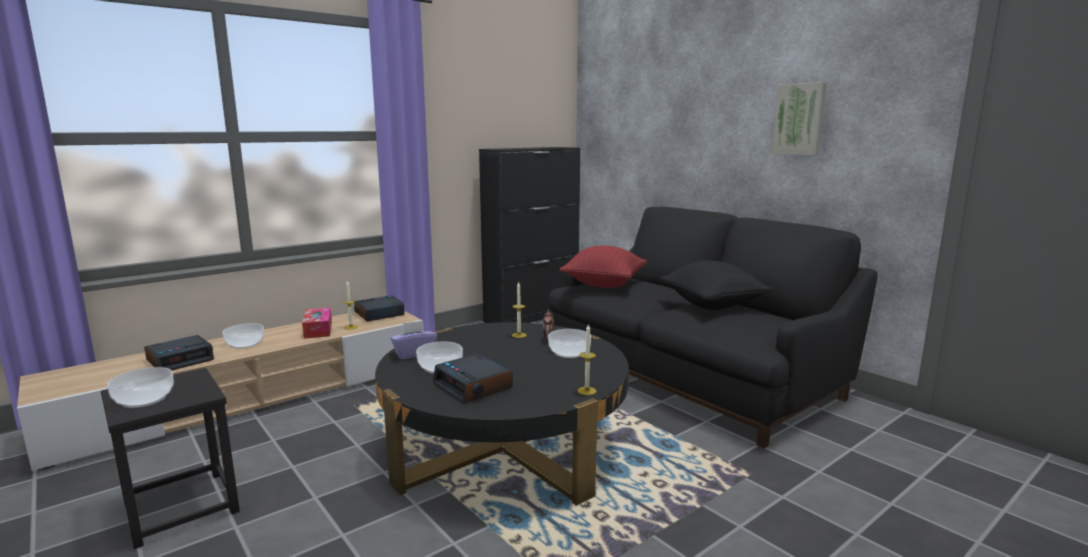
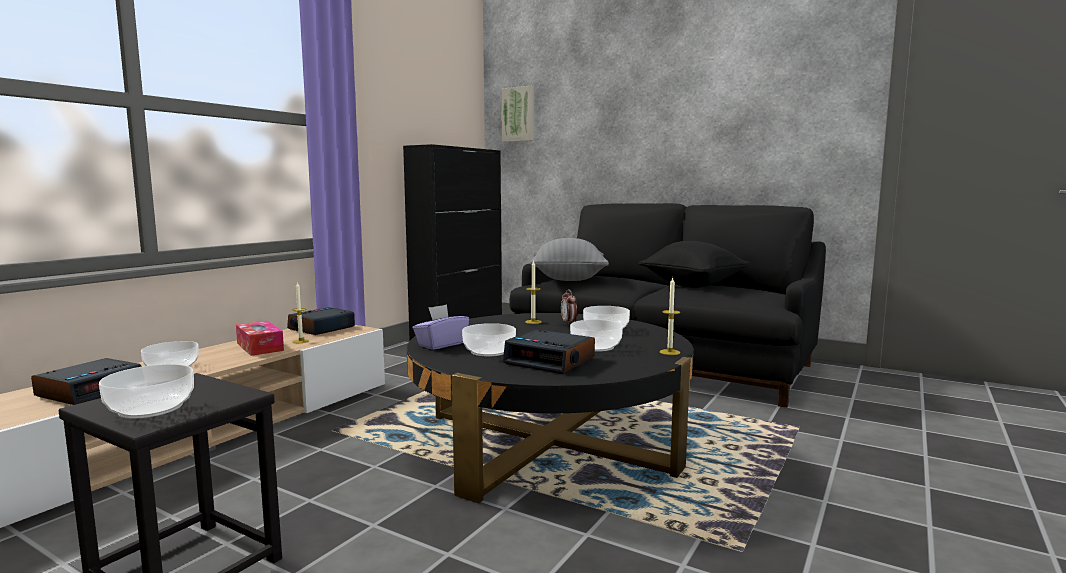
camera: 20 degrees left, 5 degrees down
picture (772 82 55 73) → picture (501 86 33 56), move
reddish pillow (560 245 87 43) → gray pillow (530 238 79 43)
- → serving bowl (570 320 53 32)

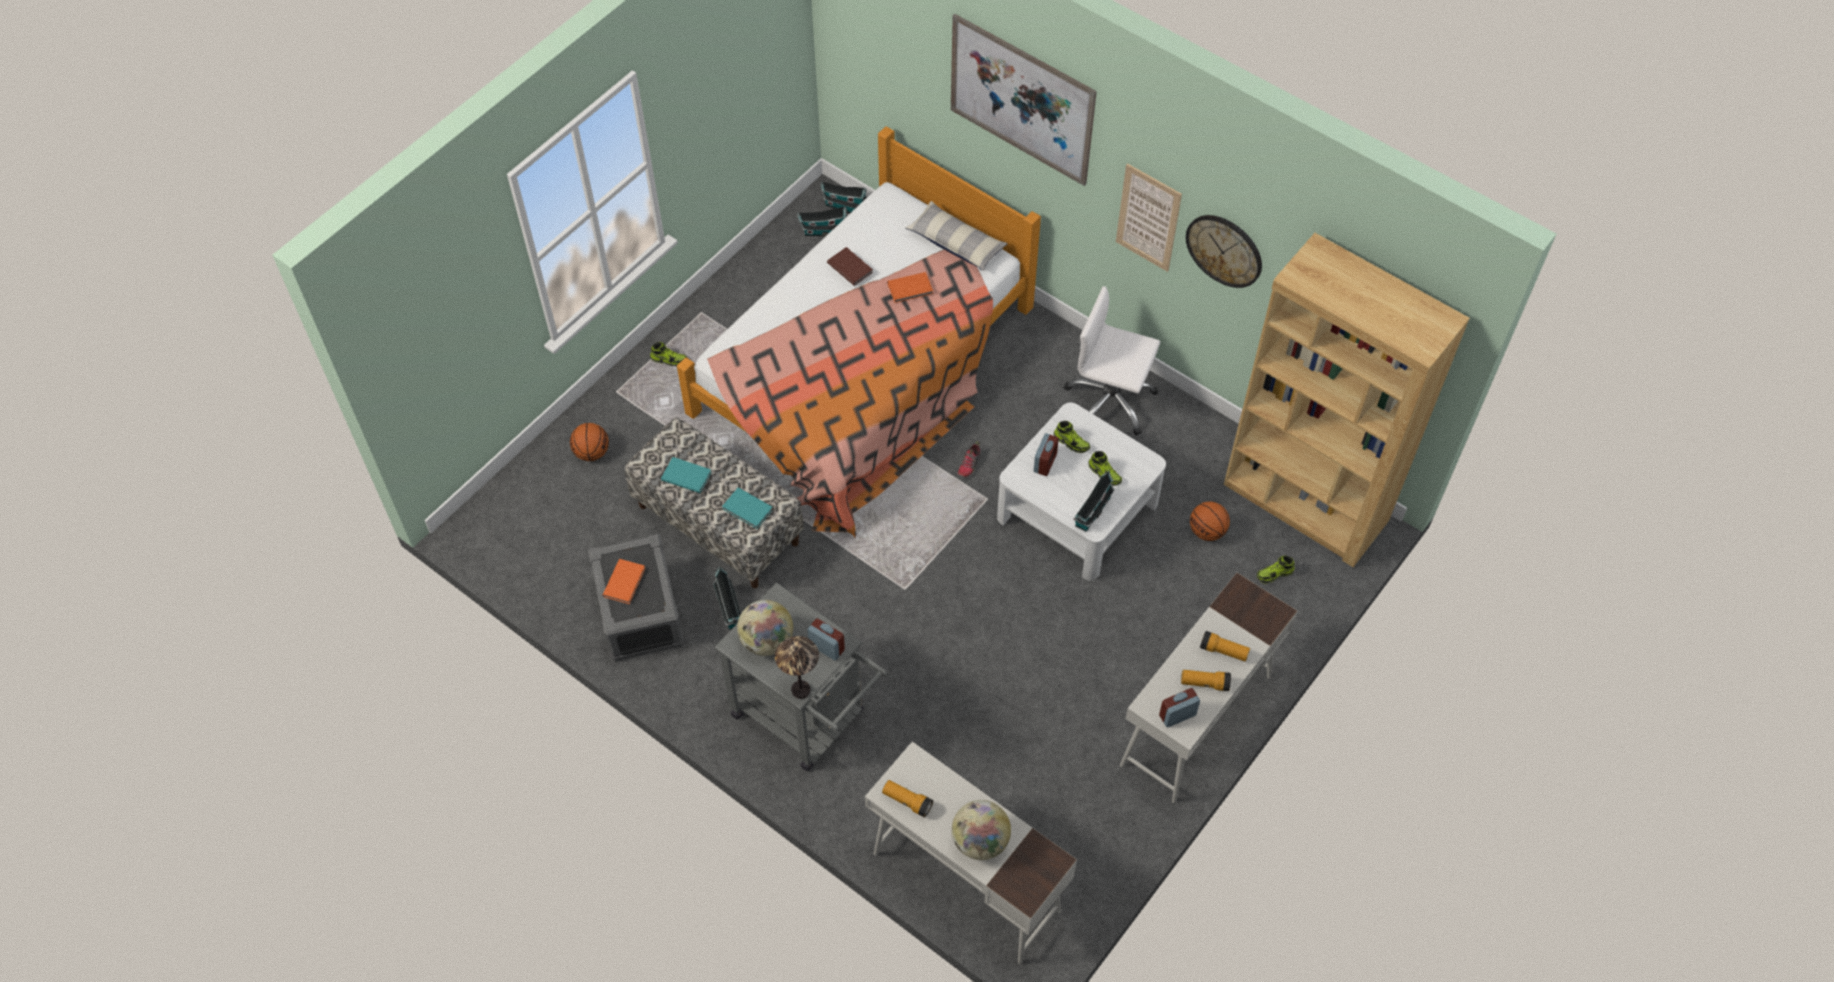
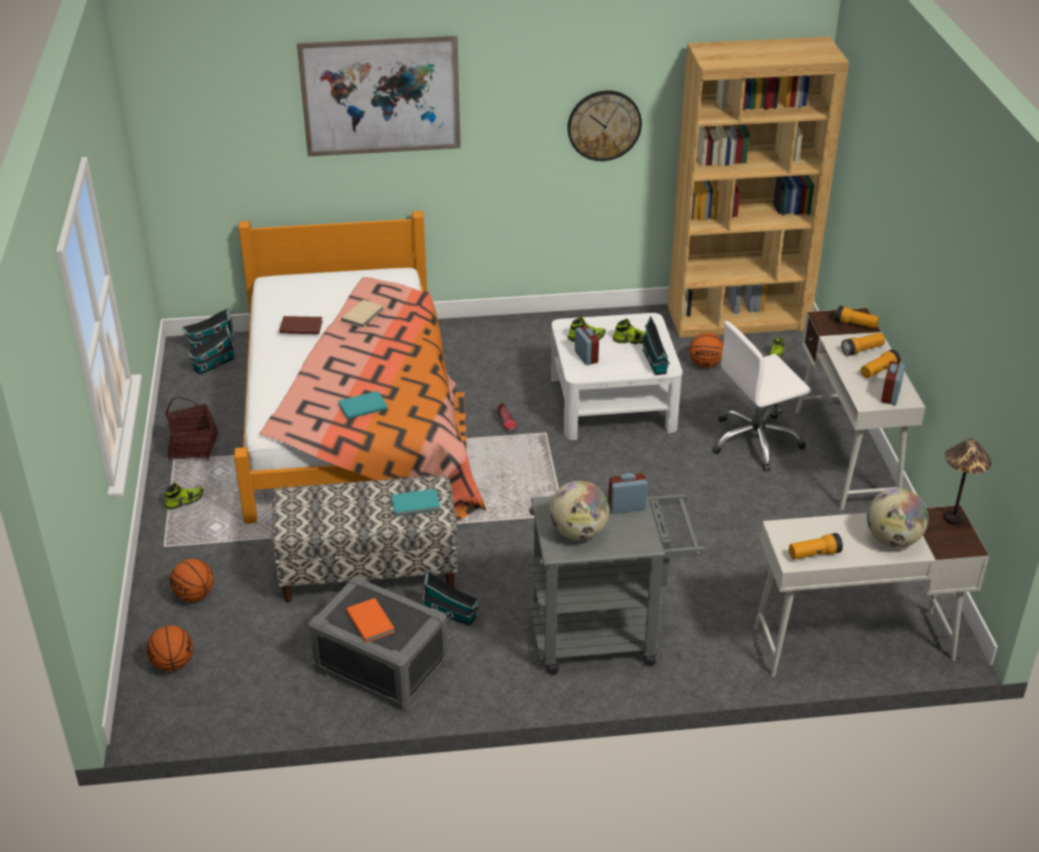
camera: 45 degrees left, 20 degrees down
picture (1116 163 66 109) → -
pillow (905 201 103 70) → -
orange bound book (887 272 46 31) → beige-coloured bound book (341 300 43 28)
white-coloured computer chair (1064 286 96 150) → white-coloured computer chair (712 321 99 150), move
turquoise-coloured bound book (661 457 51 36) → turquoise-coloured bound book (338 391 50 28), move
lamp for a table (775 636 44 63) → lamp for a table (944 439 48 86), move
- → hand torch (835 306 44 23)
- → storage basket (165 397 53 64)
- → basketball (147 626 46 45)

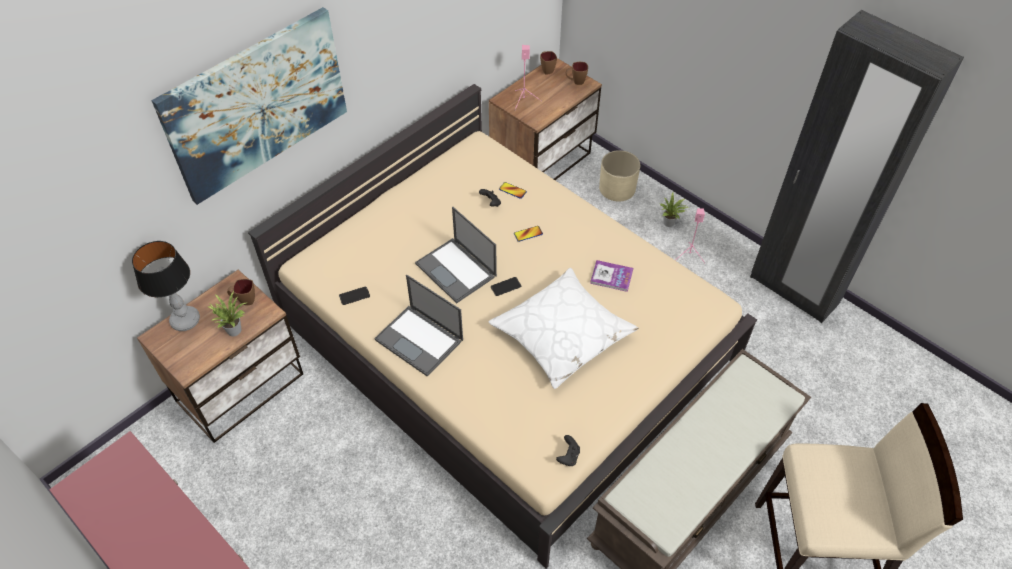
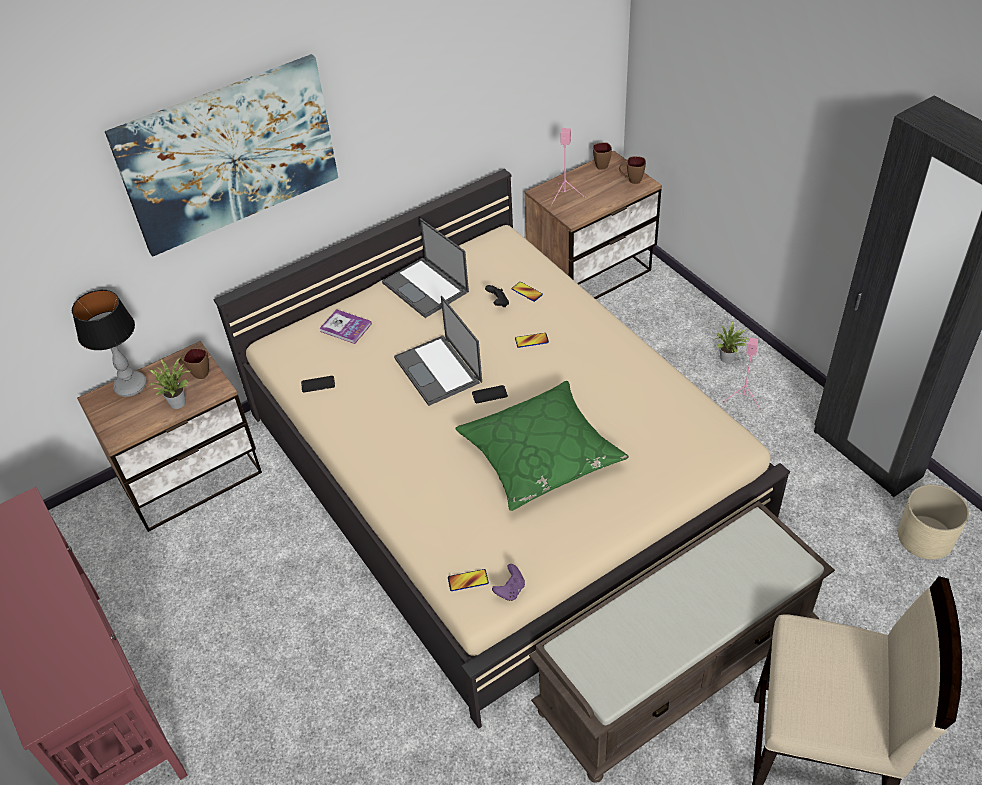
camera: 15 degrees right, 5 degrees down
beige-coloured plant pot (599 150 41 51) → beige-coloured plant pot (898 484 71 76), move
bound book (590 260 43 32) → bound book (319 309 53 35), move
white-coloured pillow (489 268 150 121) → green-coloured pillow (455 381 174 130)
laptop (374 274 89 103) → laptop (382 218 87 100), move
black-coloured gamepad (556 435 24 31) → purple-coloured gamepad (492 564 33 37)
- → handset (448 569 41 22)

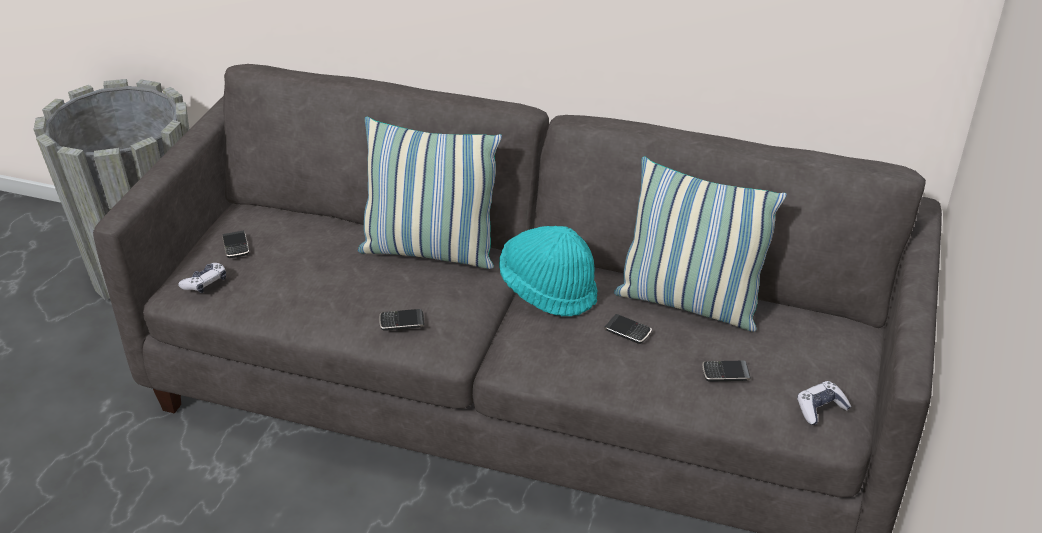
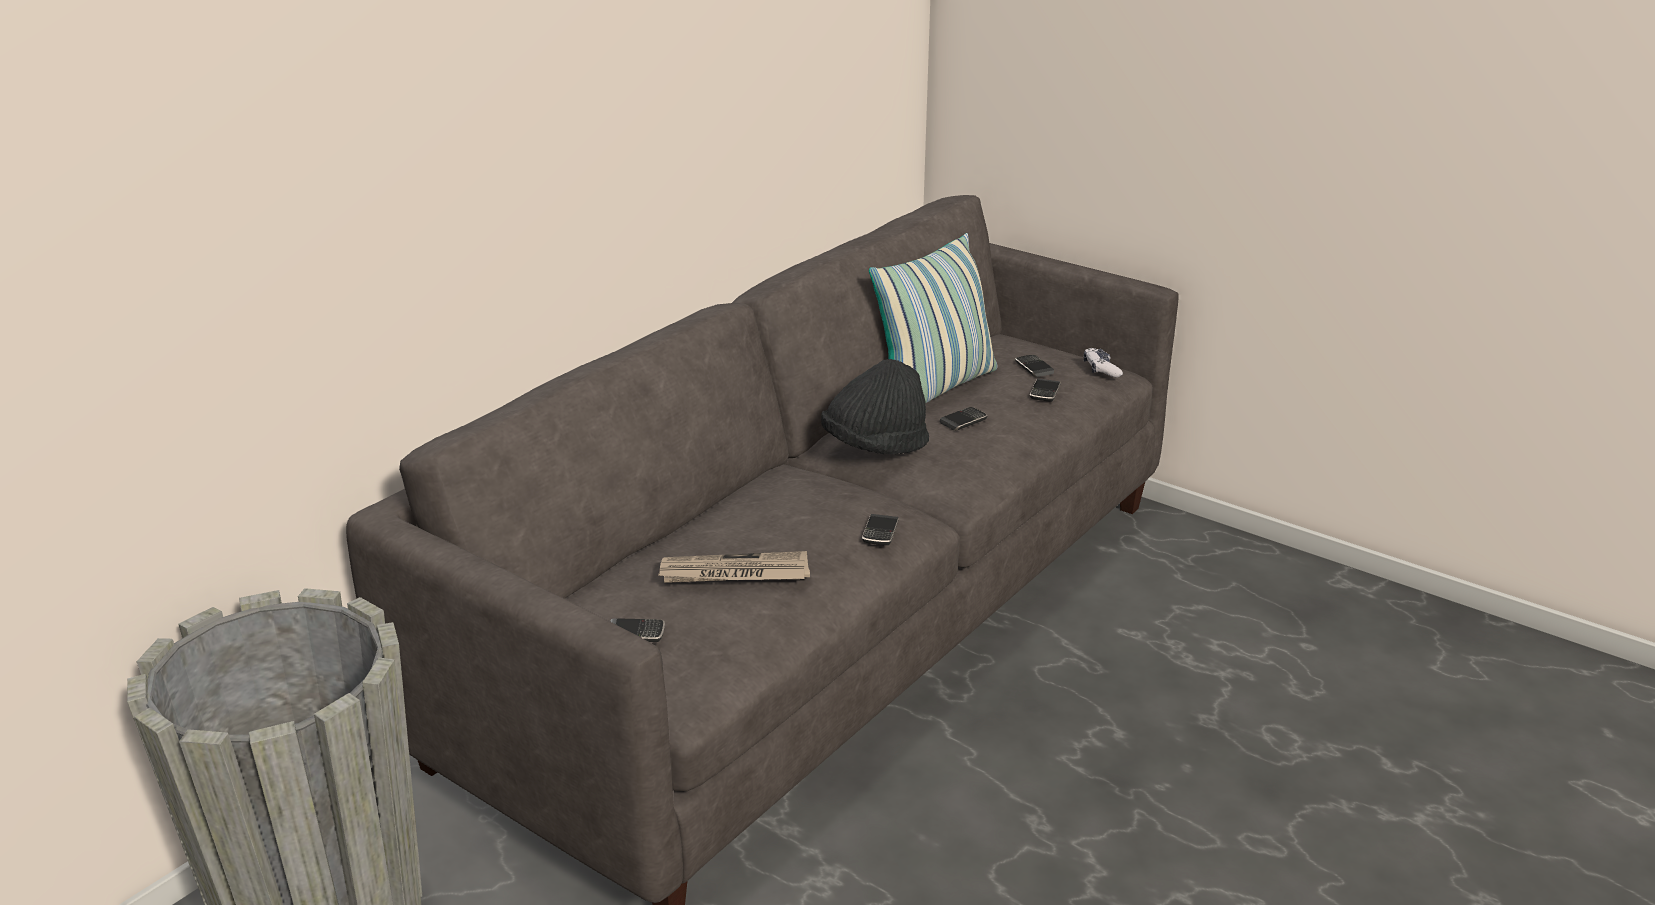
camera: 70 degrees left, 10 degrees down
pillow (358 117 144 152) → -
turquoise-coloured hat (499 226 98 90) → black-coloured hat (821 359 108 96)
gamepad (178 263 48 30) → -
- → handset (1015 355 39 22)
- → daily paper (658 551 152 32)

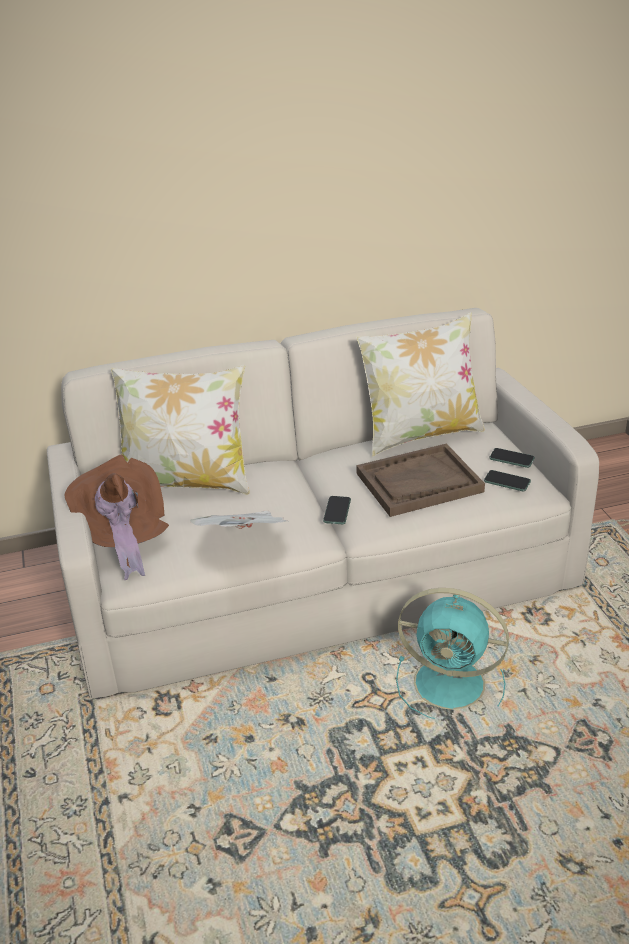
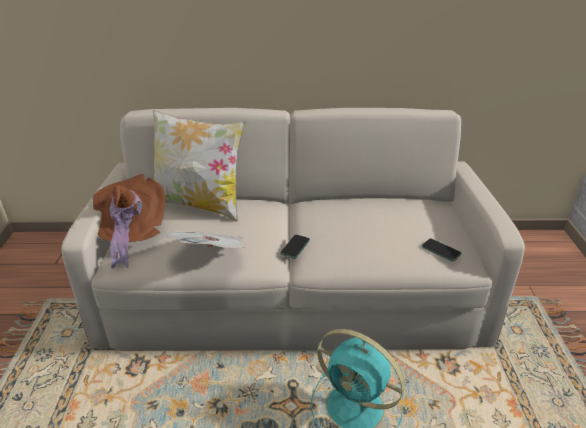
camera: 15 degrees right, 0 degrees up
pillow (356 312 129 144) → -
brown-coloured serving tray (356 443 129 74) → -
handset (489 448 46 20) → -

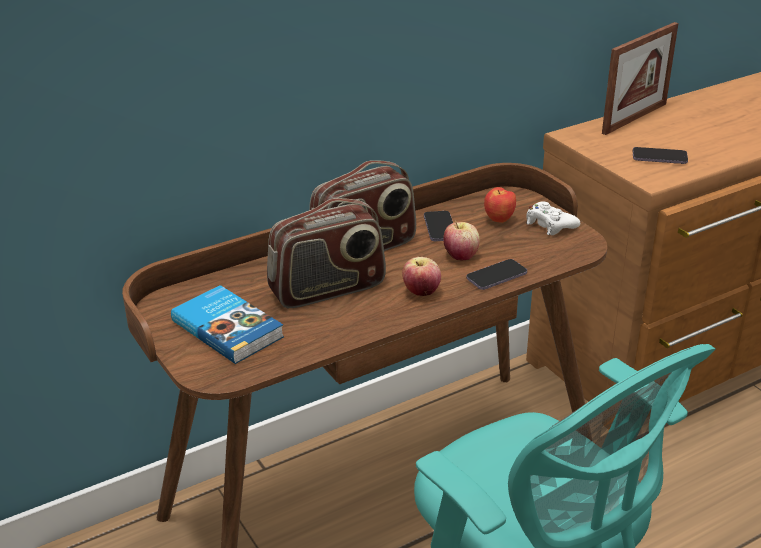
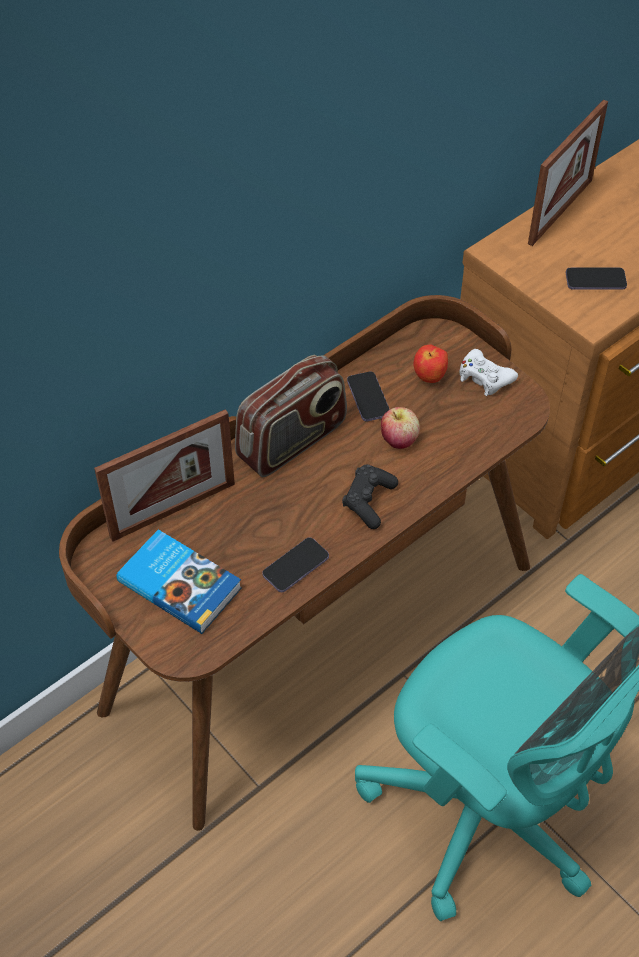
camera: 10 degrees left, 20 degrees up
radio receiver (267 198 119 110) → -
whole apple (402 257 39 39) → black-coloured gamepad (342 464 56 65)
handset (466 259 61 31) → handset (262 537 67 55), move
- → photo frame (94 409 141 133)

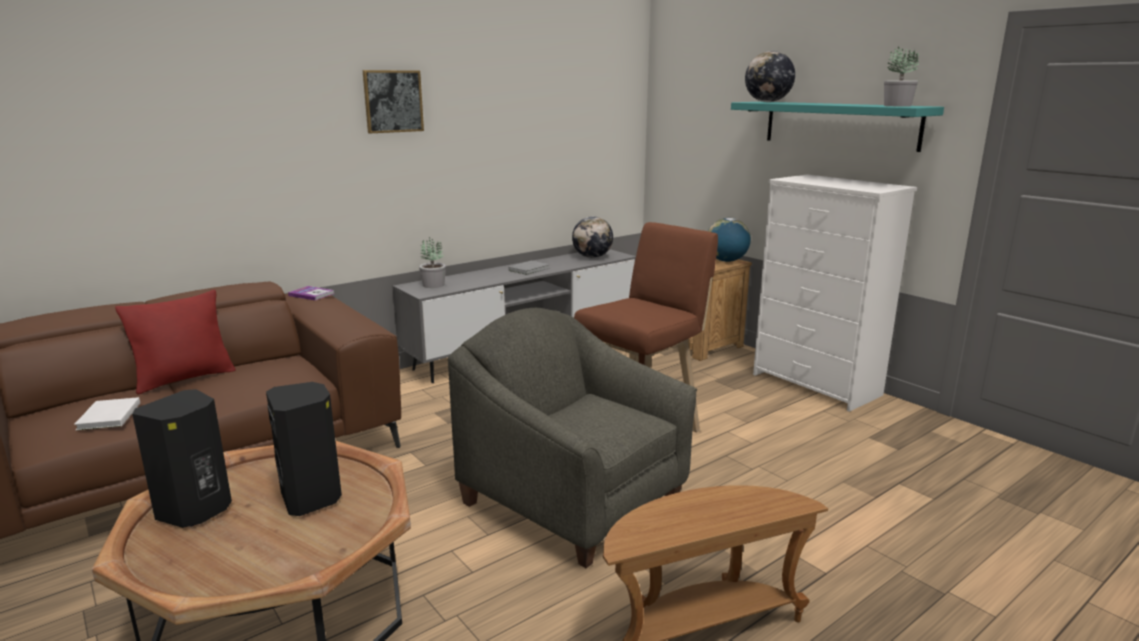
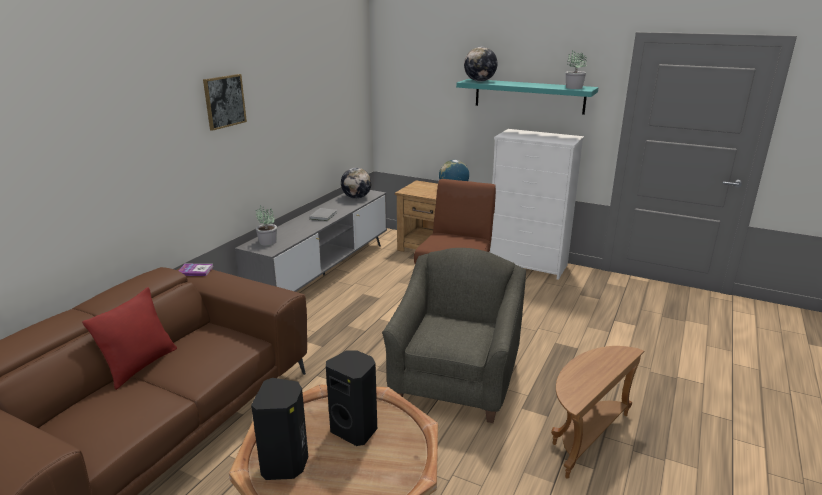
camera: 25 degrees left, 5 degrees up
gray armchair (448 308 249 260) → gray armchair (382 248 144 175), 90 degrees clockwise
white-coloured bound book (74 397 66 34) → -

